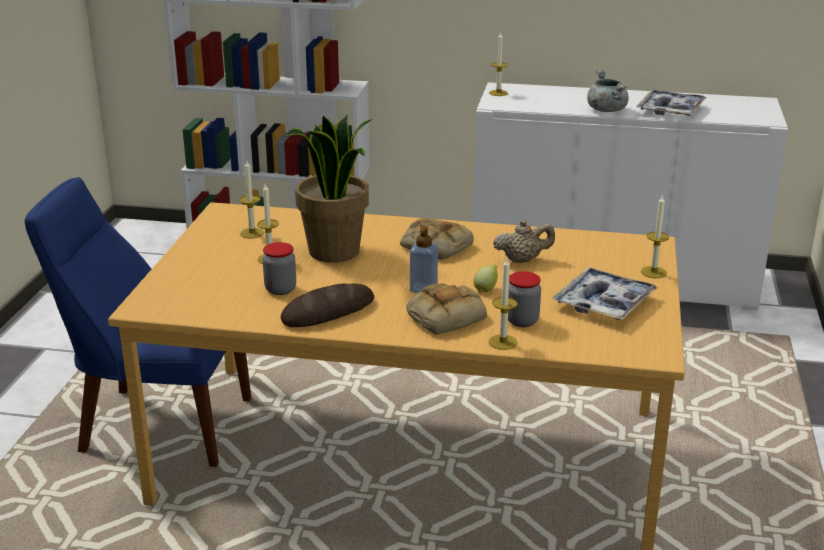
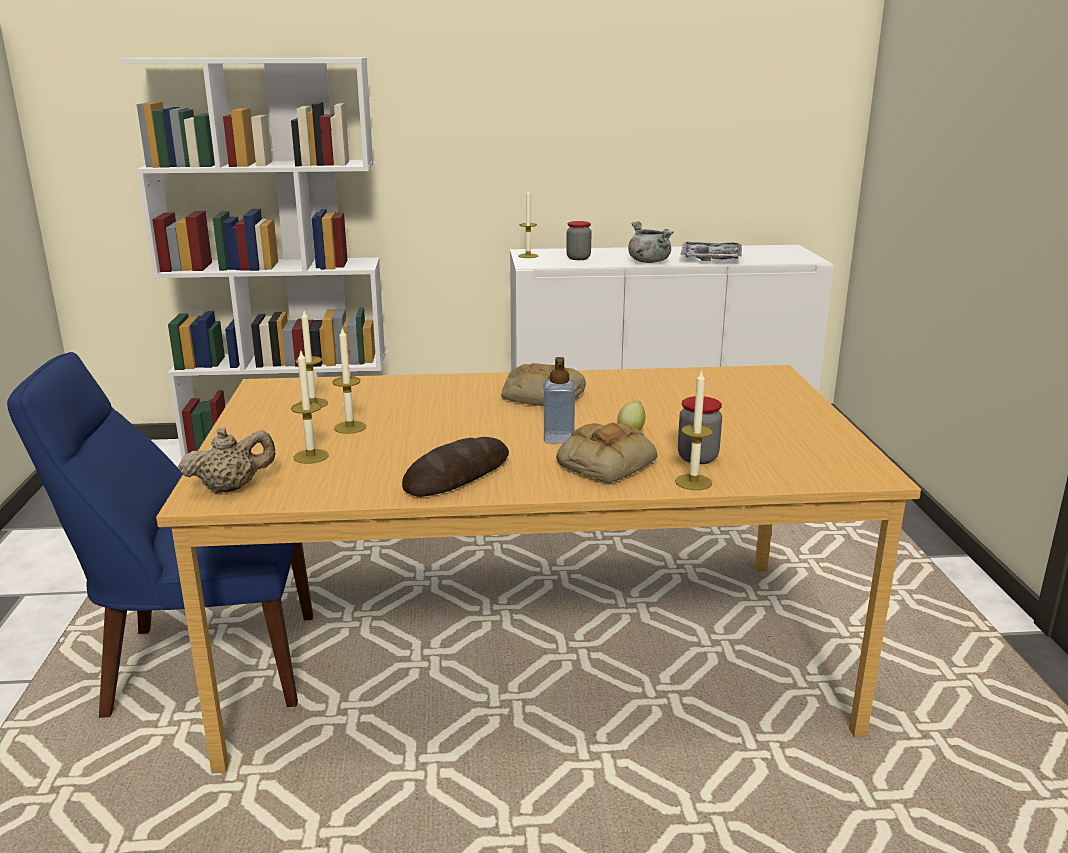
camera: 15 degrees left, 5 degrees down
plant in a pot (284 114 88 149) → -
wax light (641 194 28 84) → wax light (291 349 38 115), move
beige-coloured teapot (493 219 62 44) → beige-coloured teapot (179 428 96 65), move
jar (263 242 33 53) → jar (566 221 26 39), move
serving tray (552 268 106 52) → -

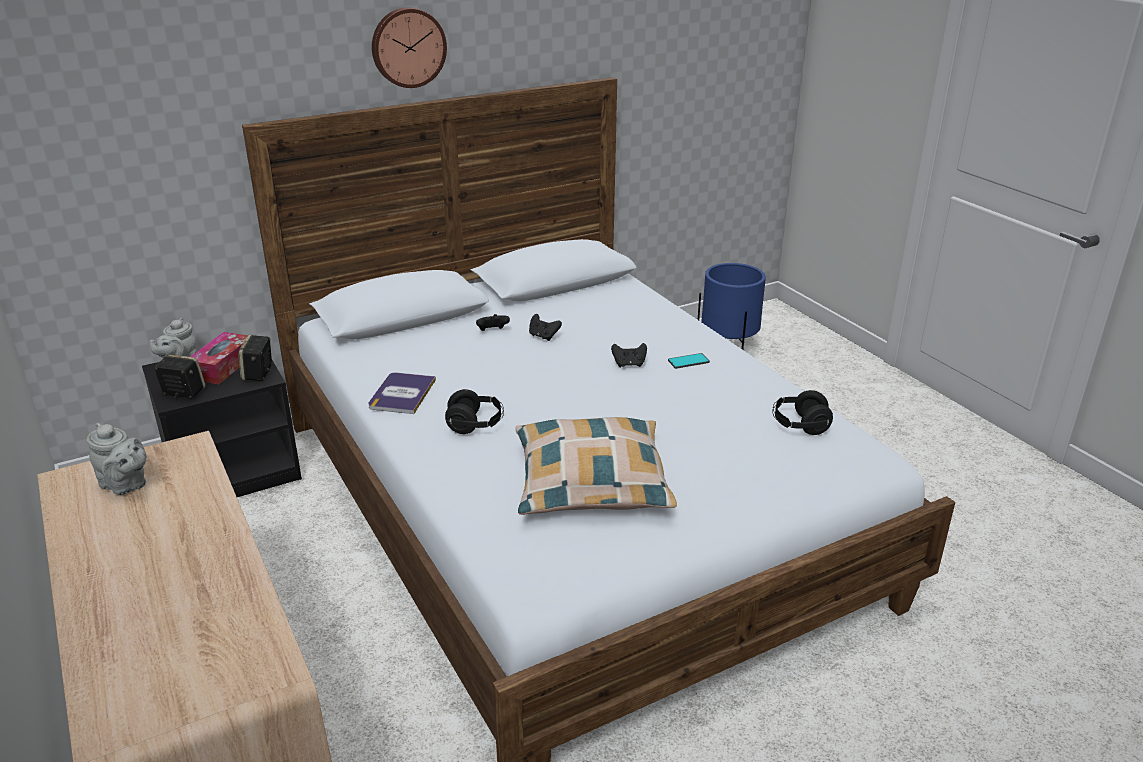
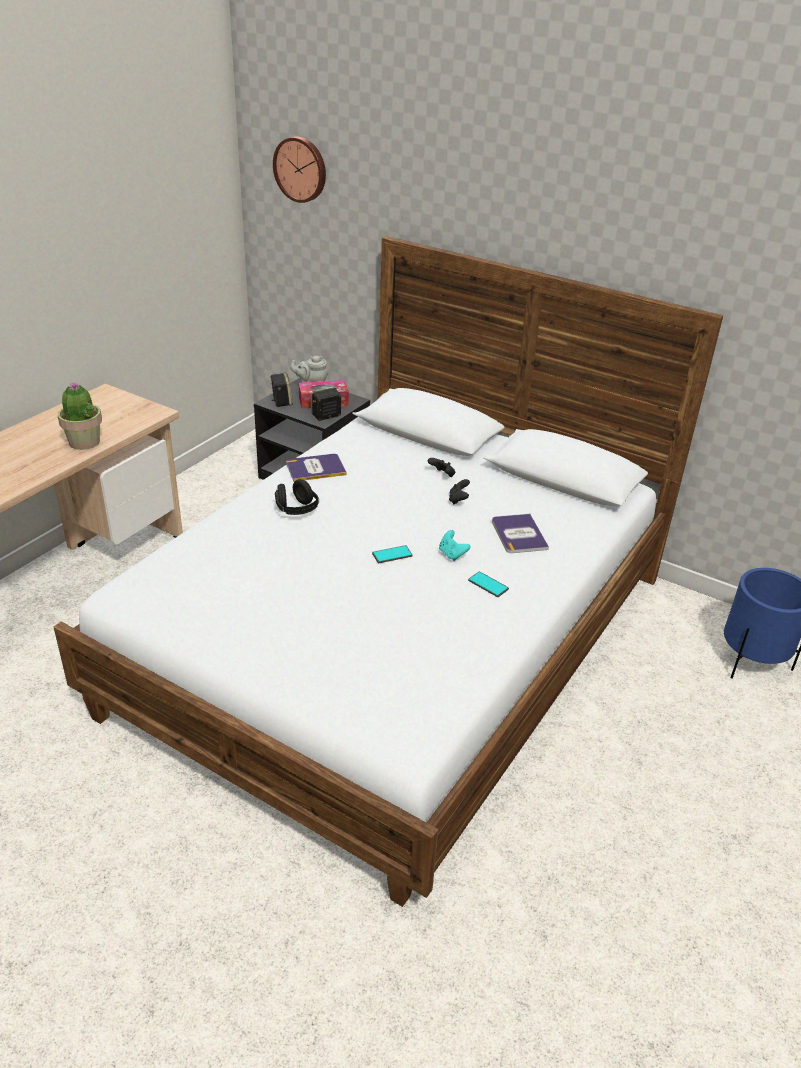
camera: 60 degrees right, 5 degrees up
clock on the wall (372 7 75 81) → clock on the wall (273 137 53 66), move
black-coloured gamepad (611 343 36 25) → turquoise-coloured gamepad (439 530 32 31)
black-coloured headphones (772 390 61 45) → -
pillow (515 417 162 98) → -
gray teapot (87 423 59 72) → -
- → plant in a pot (58 383 44 67)
- → bound book (492 514 57 39)
- → handset (372 545 40 18)

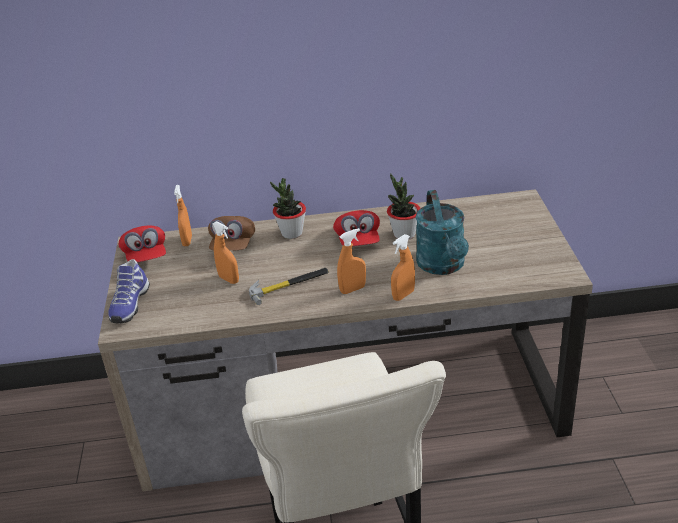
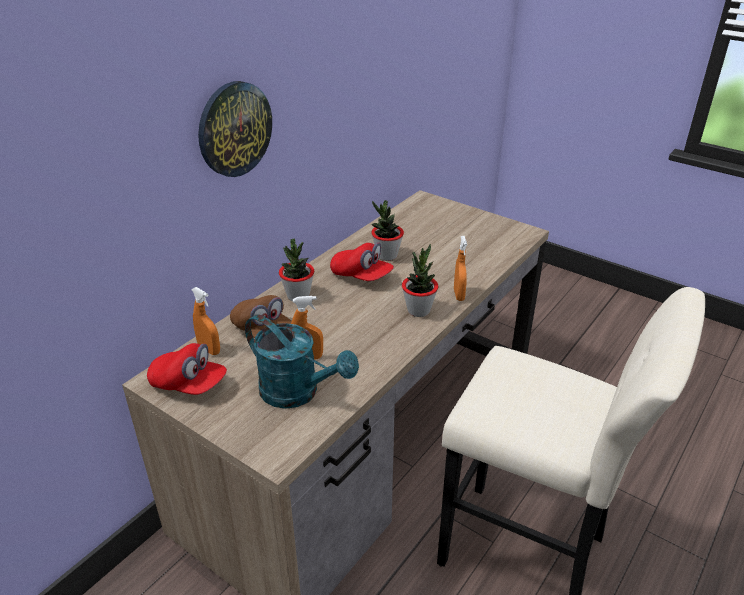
camera: 50 degrees left, 0 degrees up
turquoise-coloured sprinkling can (416 190 53 85) → turquoise-coloured sprinkling can (245 314 114 95), move
orange spray bottle (337 228 29 66) → plant in a pot (402 244 36 73)
item of footwear (108 259 42 65) → -
hand hammer (249 268 80 37) → -
- → clock on the wall (198 81 74 96)

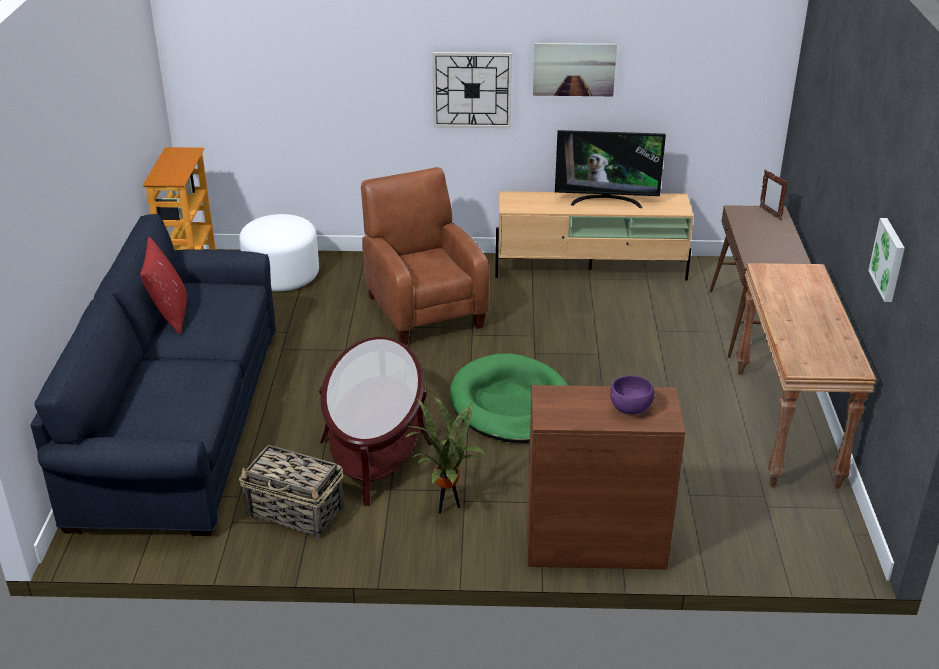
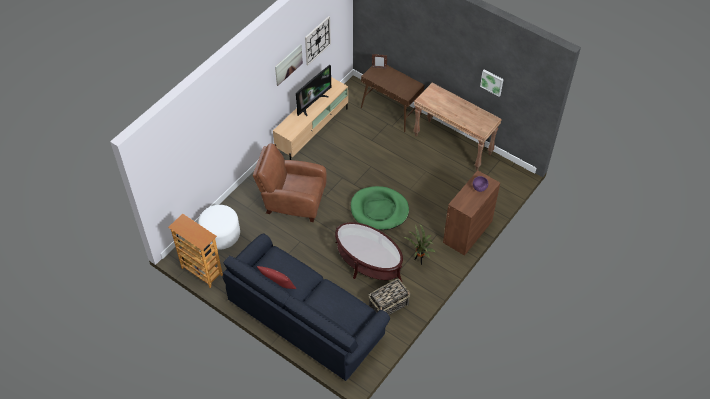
camera: 55 degrees left, 20 degrees up
clock on the wall (432 52 80 76) → clock on the wall (305 16 26 49), move

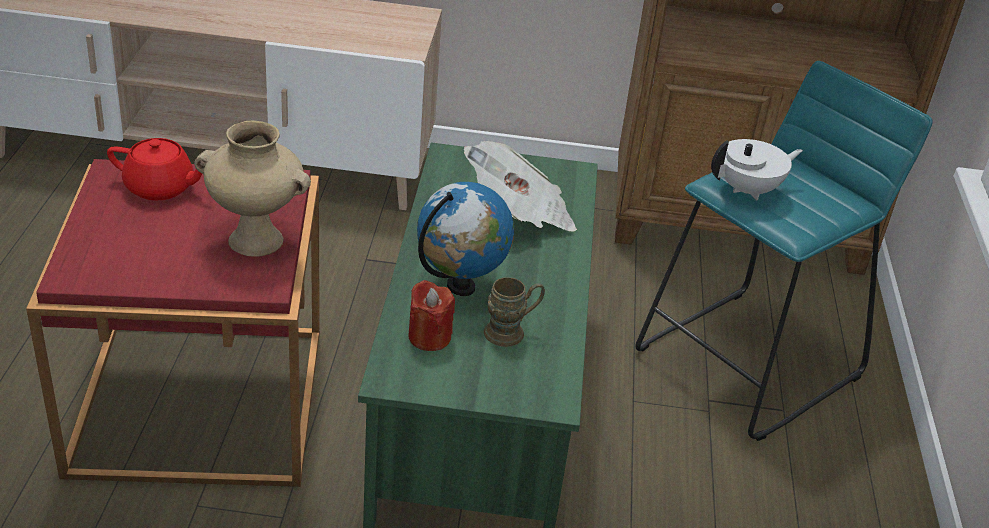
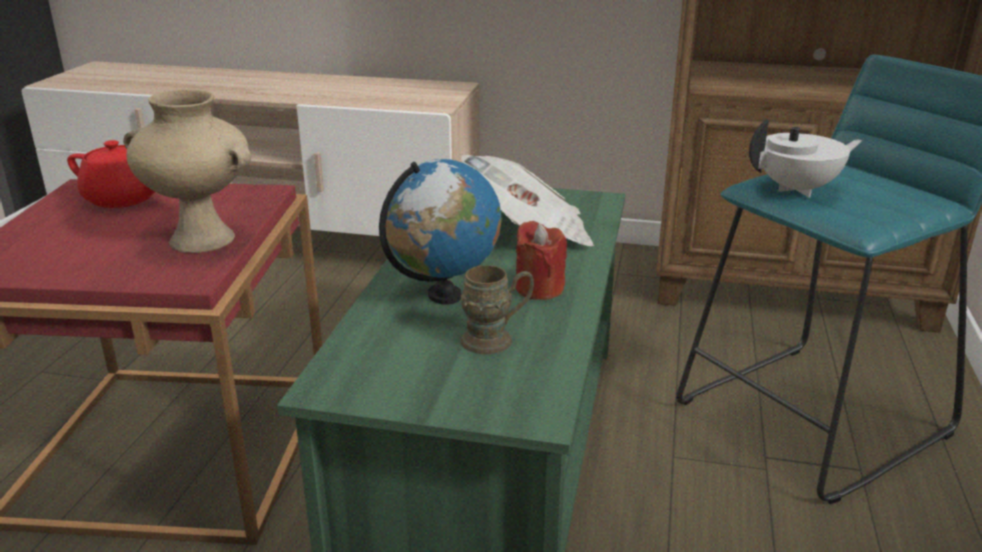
camera: 10 degrees right, 10 degrees down
reddish wax light (408 280 47 71) → reddish wax light (516 221 51 79), move

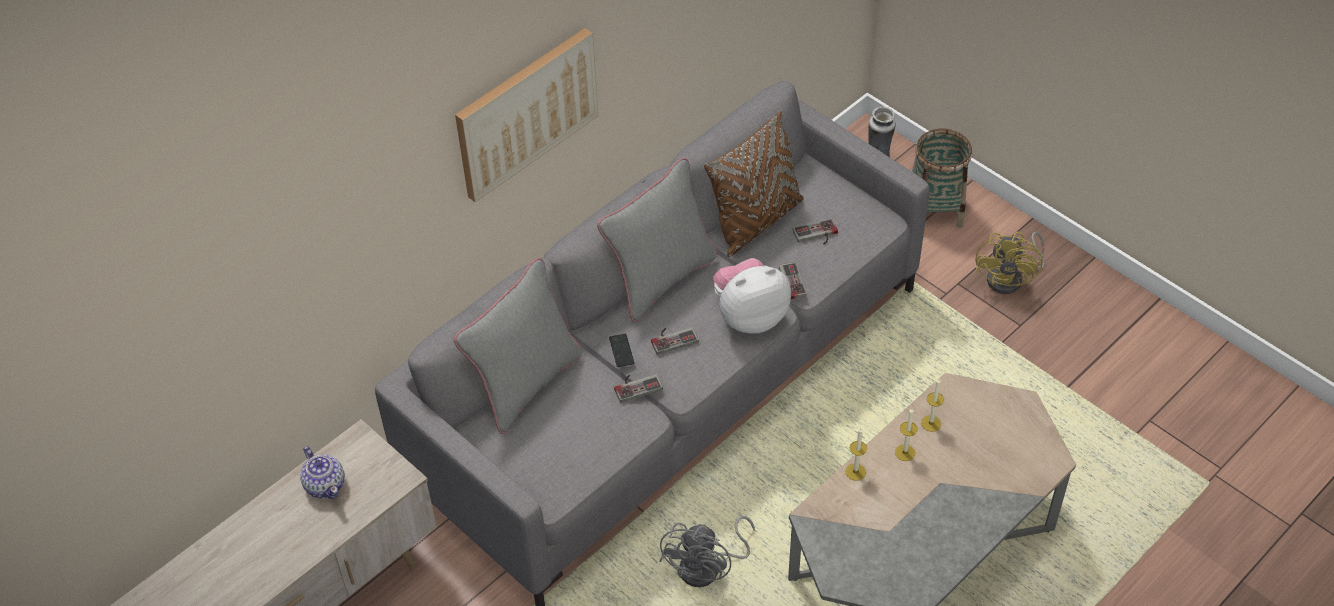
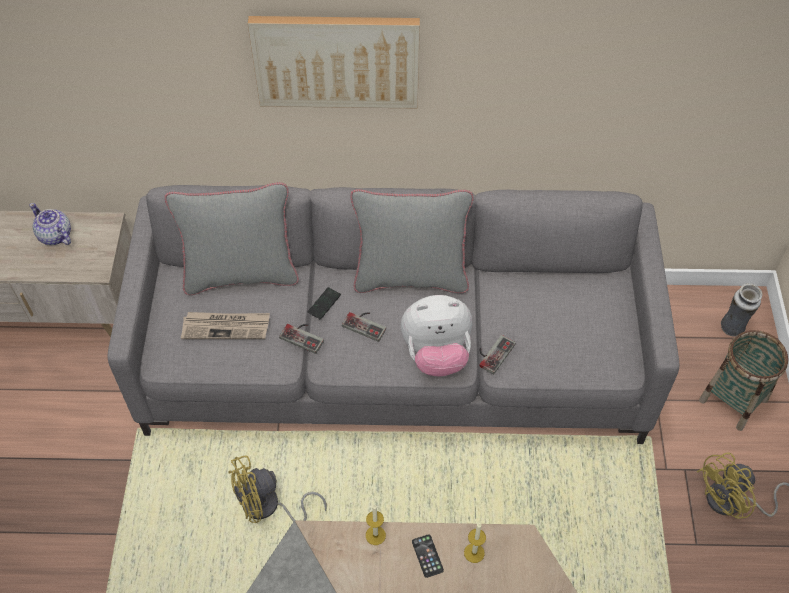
camera: 45 degrees right, 5 degrees up
brown-coloured pillow (704 111 100 146) → -
gamepad (793 219 45 25) → -
cuddly toy (713 258 78 76) → cuddly toy (401 295 71 81), 150 degrees clockwise
wax light (895 408 23 53) → handset (412 534 32 44)
teapot (300 446 45 53) → teapot (29 203 42 42), 120 degrees clockwise
gray fan (659 516 96 71) → yellow-coloured fan (228 456 99 67)
- → daily paper (181 312 89 27)

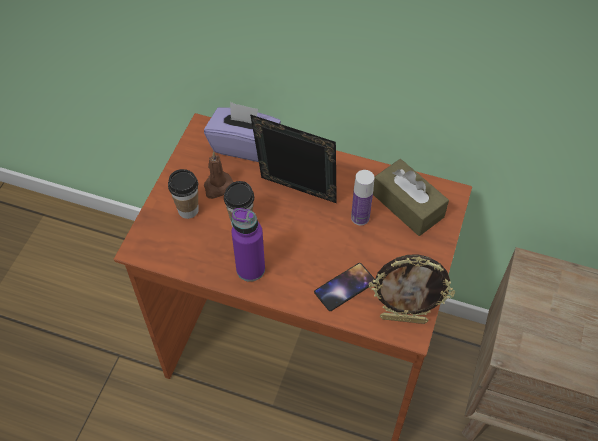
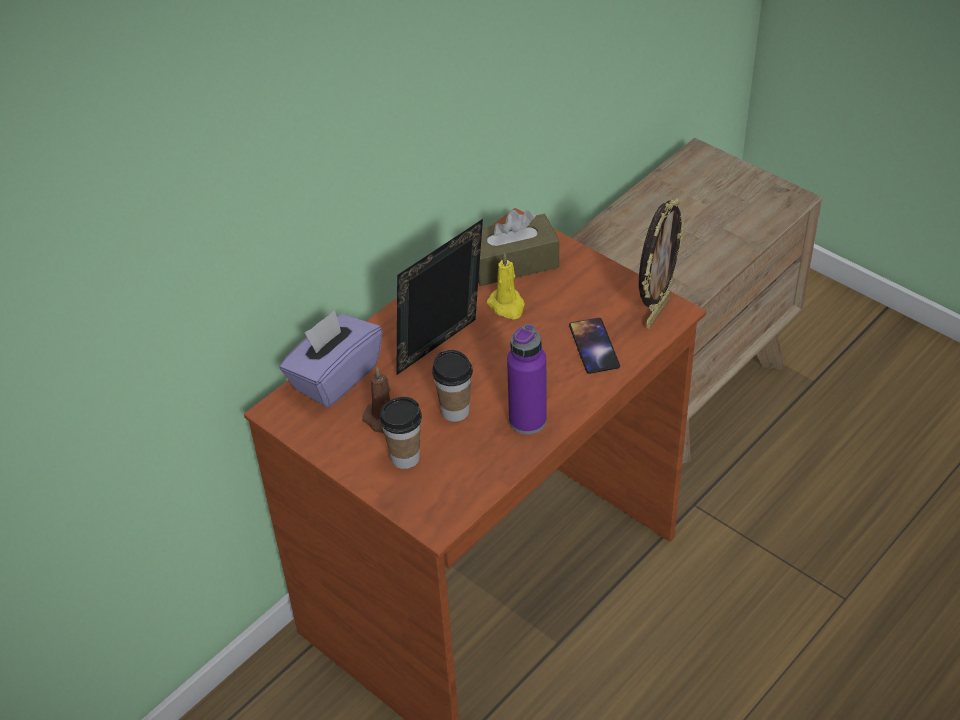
camera: 65 degrees left, 10 degrees down
bottle (351 170 23 55) → yellow-coloured wax light (487 253 38 67)

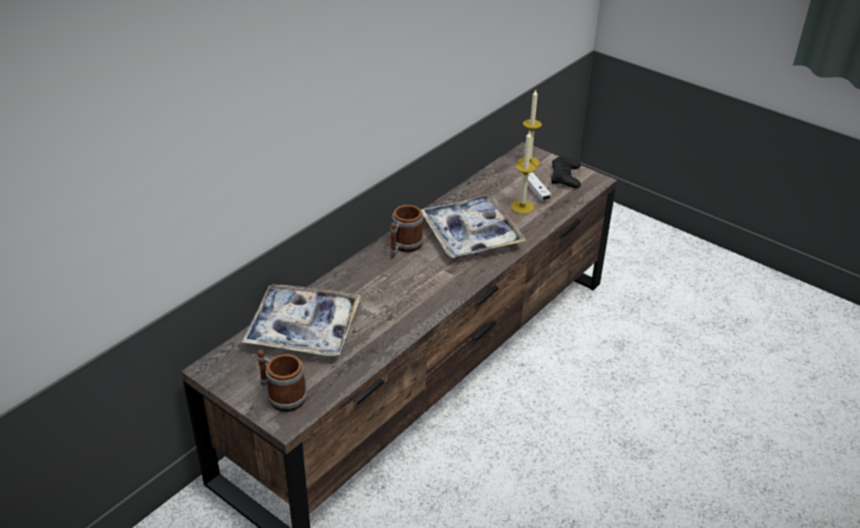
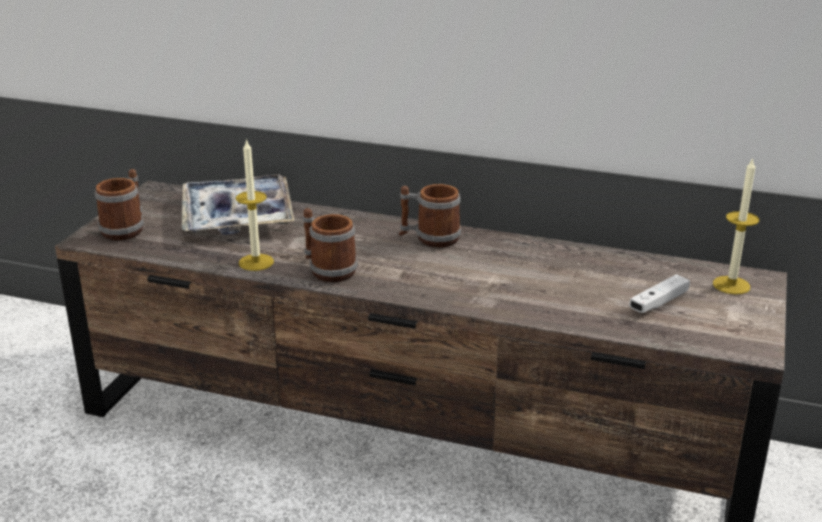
camera: 70 degrees right, 10 degrees down
wax light (511 131 25 83) → wax light (236 138 38 133), move
black-coloured gamepad (551 156 30 32) → -
serving tray (421 195 105 63) → -
- → tea mug (303 208 55 74)

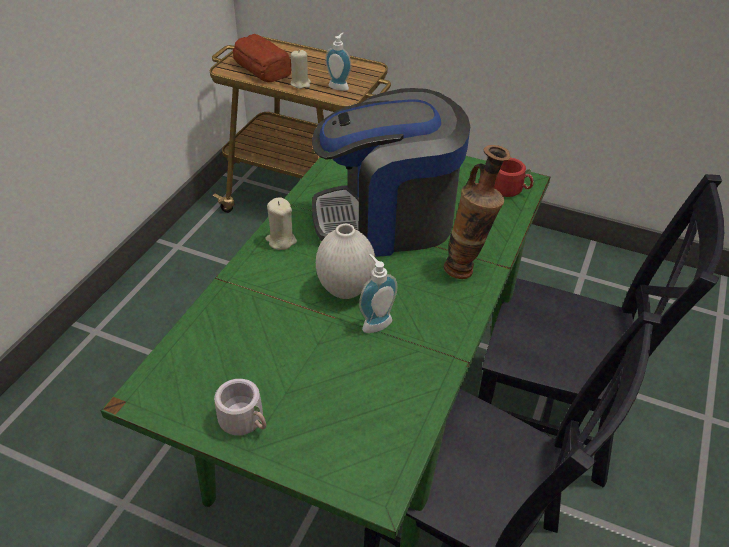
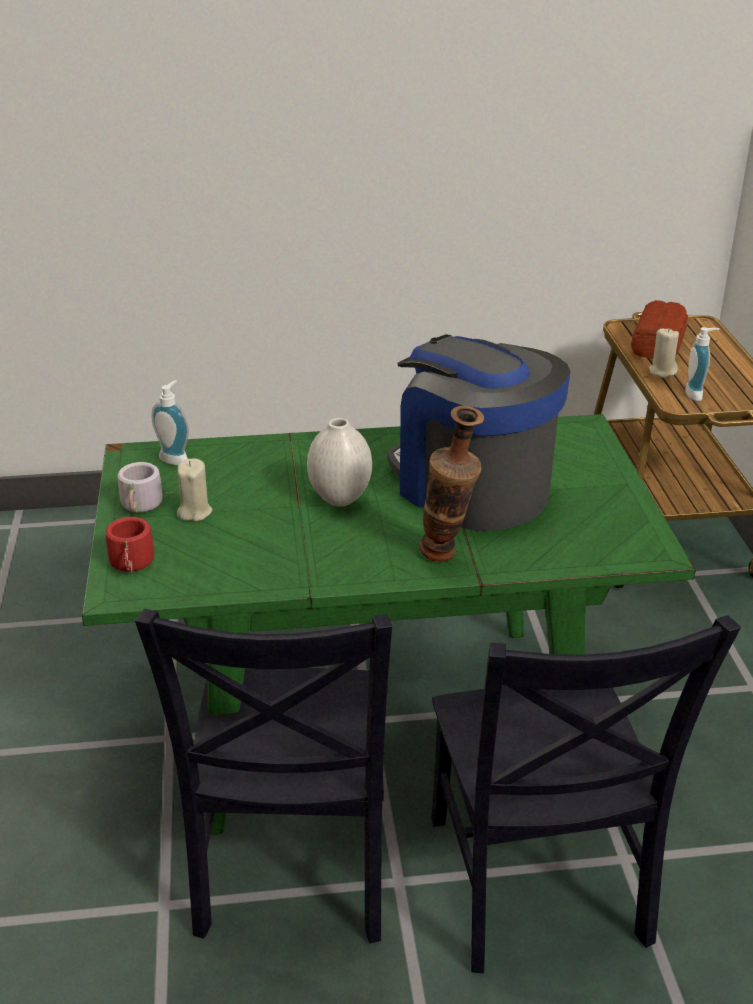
camera: 60 degrees right, 10 degrees down
reddish tea mug (494 158 39 39) → reddish tea mug (106 517 55 55), move
beige-coloured wax light (265 197 32 53) → beige-coloured wax light (177 459 35 62), move
soap dispenser (359 254 38 79) → soap dispenser (152 380 37 85), move

